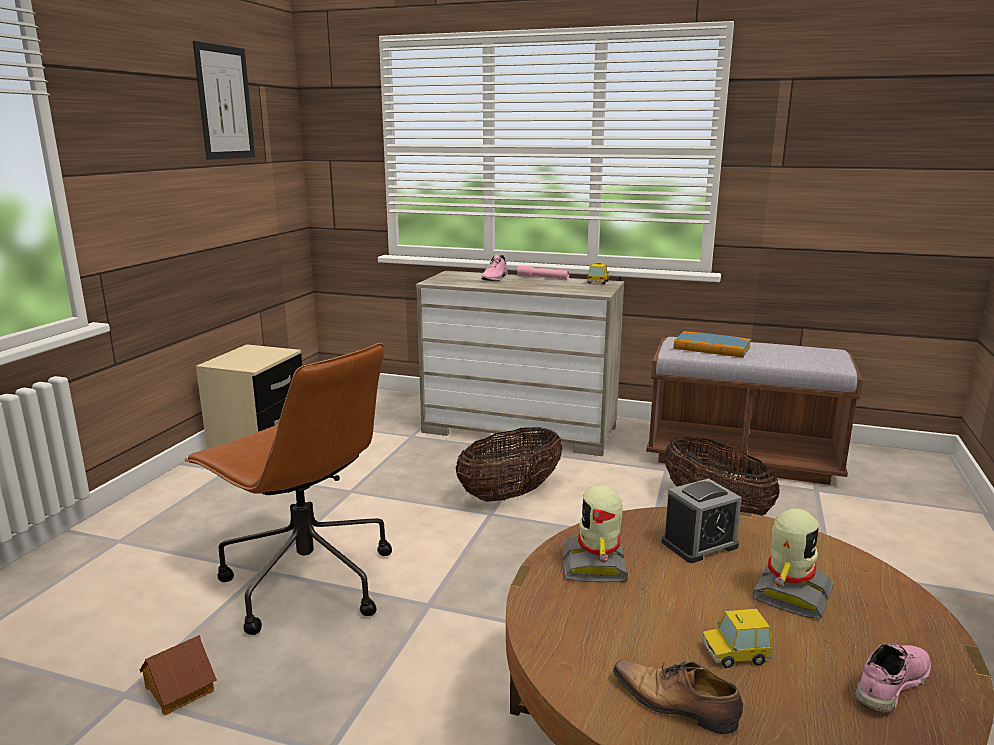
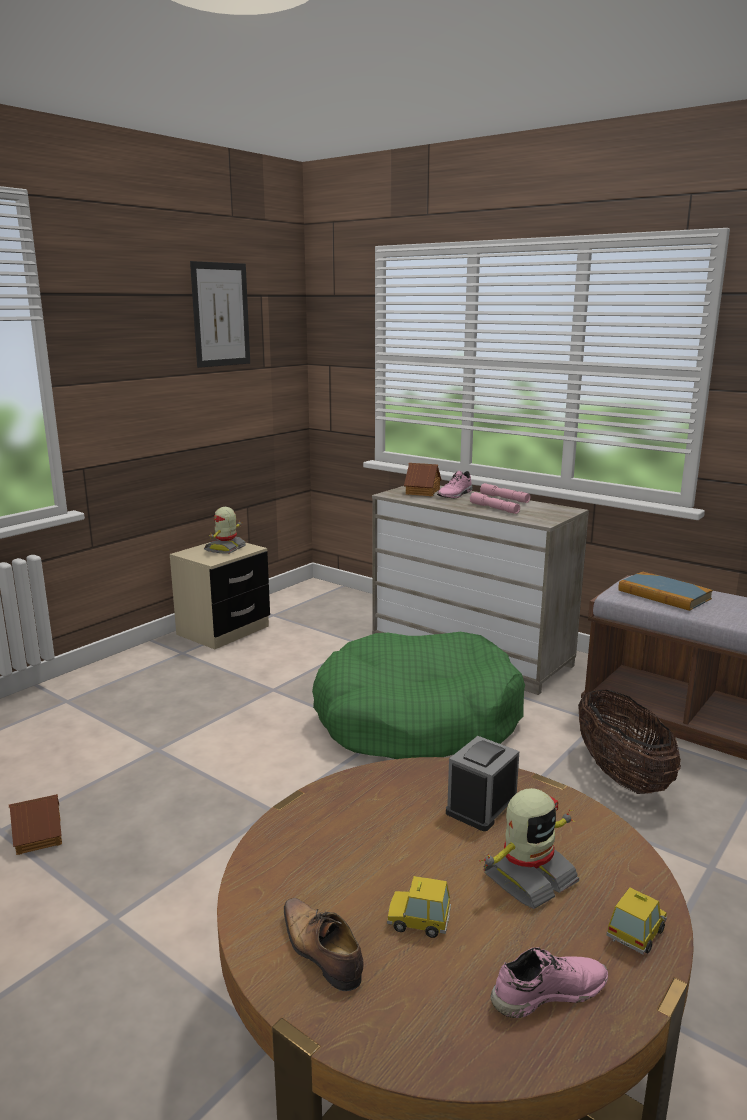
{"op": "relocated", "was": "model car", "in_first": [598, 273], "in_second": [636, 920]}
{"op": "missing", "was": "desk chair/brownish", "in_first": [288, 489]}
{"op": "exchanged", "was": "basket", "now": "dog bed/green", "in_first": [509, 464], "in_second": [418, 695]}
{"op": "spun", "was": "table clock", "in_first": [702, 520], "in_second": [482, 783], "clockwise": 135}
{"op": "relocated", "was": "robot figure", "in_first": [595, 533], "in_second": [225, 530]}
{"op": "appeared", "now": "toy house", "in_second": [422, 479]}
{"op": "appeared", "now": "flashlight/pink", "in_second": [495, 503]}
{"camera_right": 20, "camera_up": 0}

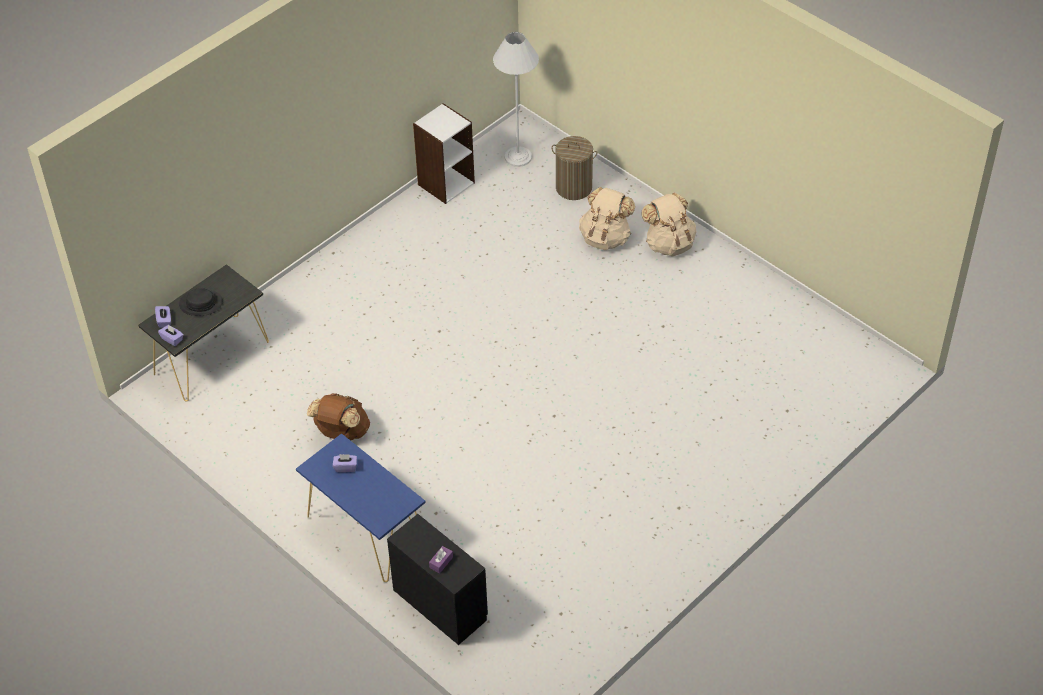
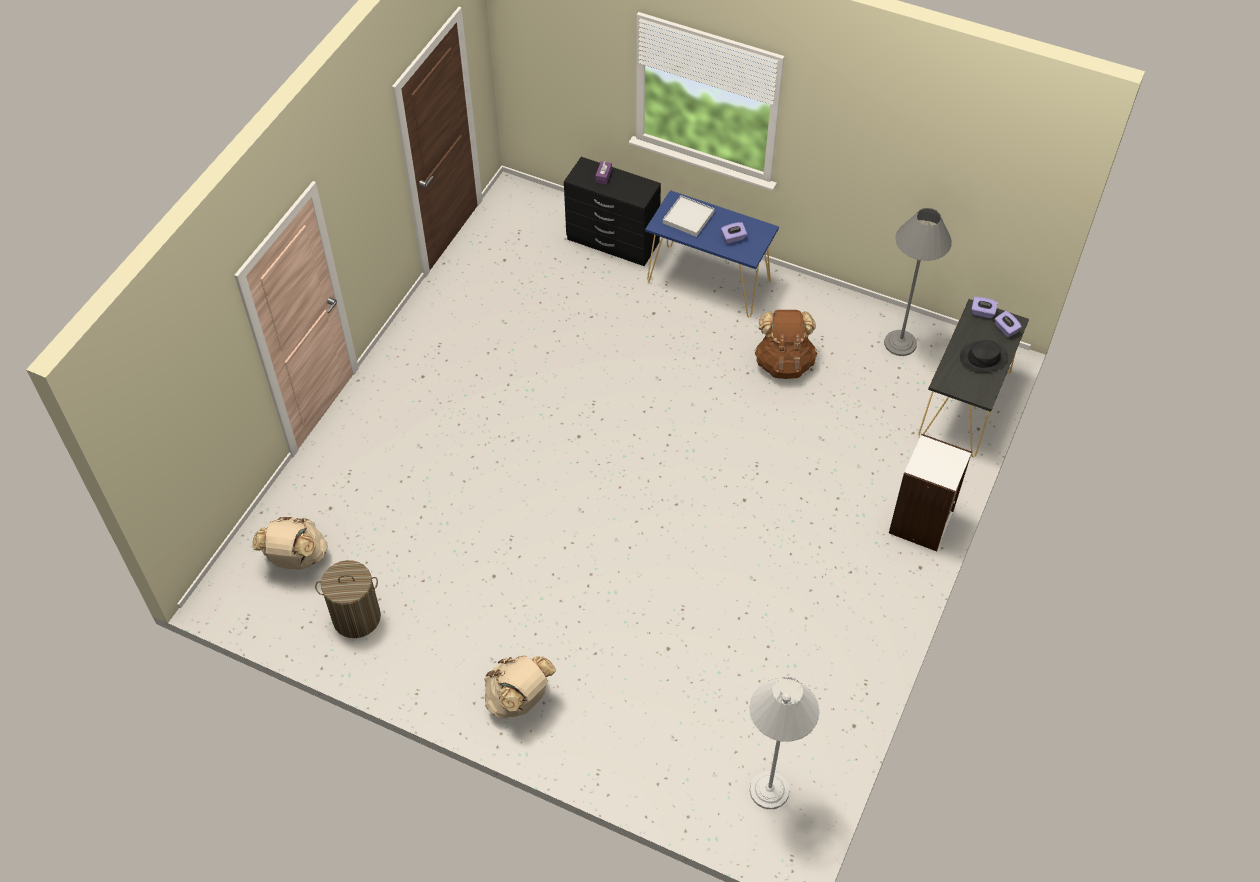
{"op": "relocated", "was": "shelving unit/whitish", "in_first": [444, 153], "in_second": [930, 492]}
{"op": "relocated", "was": "laundry basket", "in_first": [574, 168], "in_second": [348, 599]}
{"op": "relocated", "was": "knapsack/beige", "in_first": [607, 218], "in_second": [289, 543]}
{"op": "appeared", "now": "carrying tray/whitish", "in_second": [689, 216]}
{"op": "appeared", "now": "standing lamp/gray", "in_second": [918, 282]}
{"camera_right": 160, "camera_up": 5}

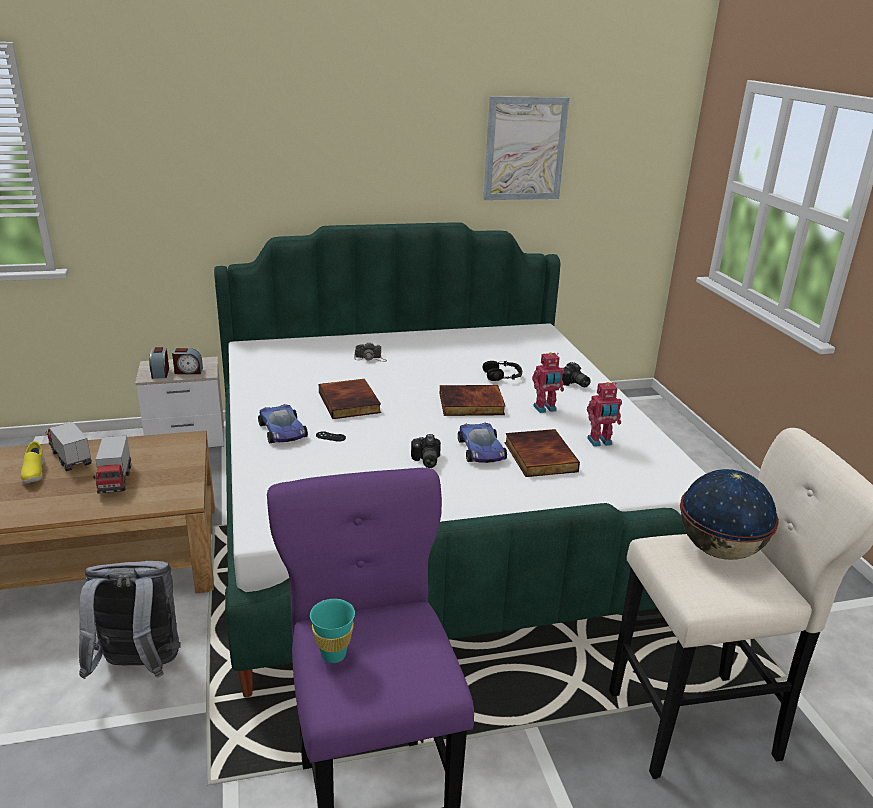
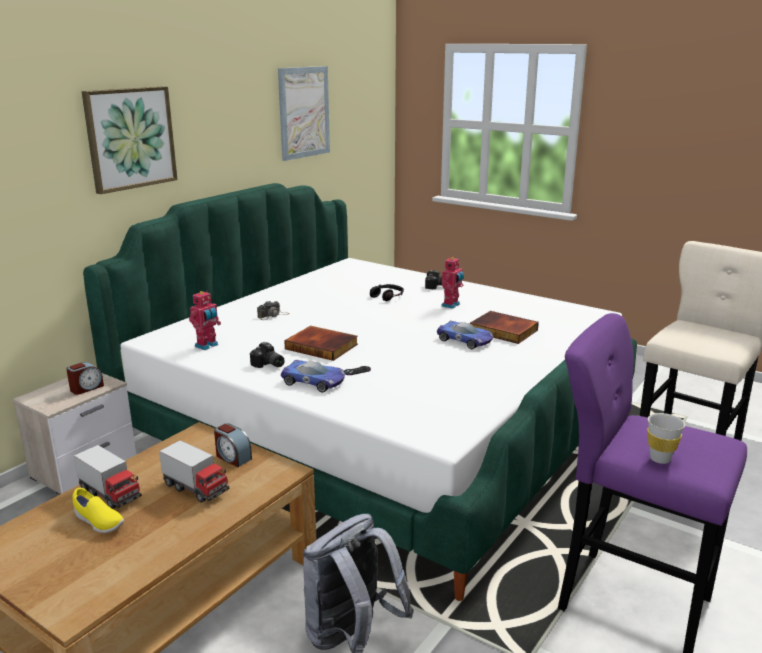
{"op": "relocated", "was": "table clock", "in_first": [159, 363], "in_second": [233, 445]}
{"op": "relocated", "was": "robot figure", "in_first": [604, 414], "in_second": [205, 320]}
{"op": "missing", "was": "volume", "in_first": [473, 400]}
{"op": "spun", "was": "model truck", "in_first": [68, 446], "in_second": [108, 477], "clockwise": -150}
{"op": "relocated", "was": "still camera", "in_first": [426, 451], "in_second": [267, 355]}
{"op": "missing", "was": "desk globe", "in_first": [729, 514]}
{"op": "colour", "was": "cup/turquoise", "now": "cup/whitish", "in_first": [332, 631], "in_second": [666, 438]}
{"op": "appeared", "now": "wall art", "in_second": [130, 140]}
{"camera_right": -40, "camera_up": -5}

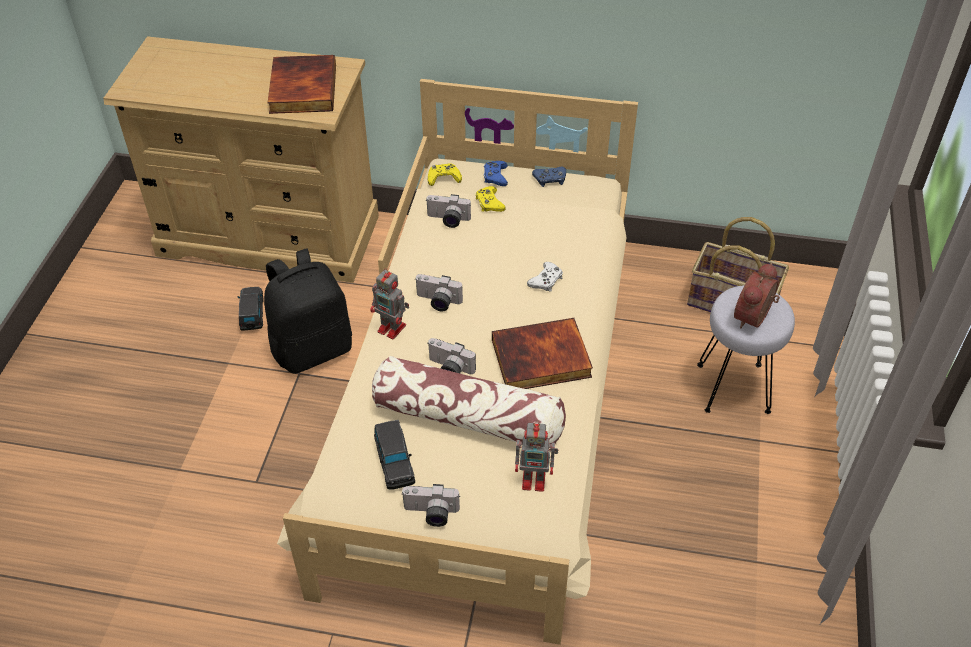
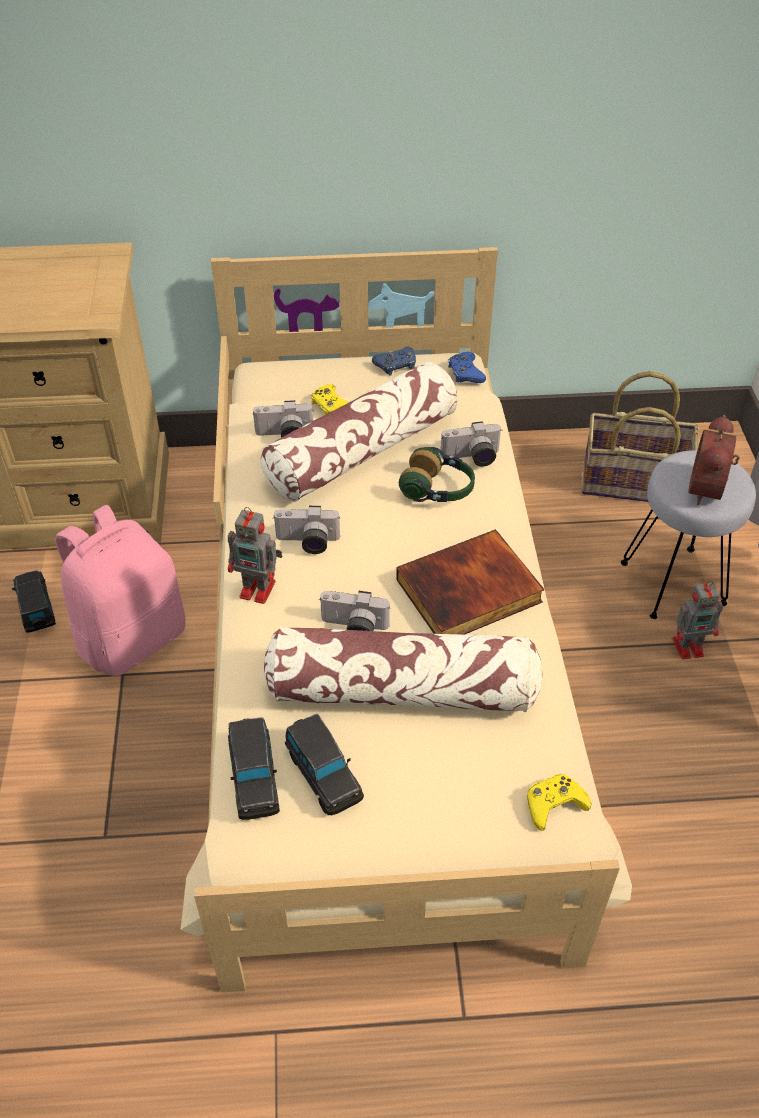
{"op": "missing", "was": "volume", "in_first": [301, 84]}
{"op": "relocated", "was": "joypad/bluish", "in_first": [496, 173], "in_second": [467, 367]}
{"op": "relocated", "was": "joypad/yellow", "in_first": [445, 174], "in_second": [559, 802]}
{"op": "colour", "was": "knapsack/black", "now": "knapsack/pink", "in_first": [308, 311], "in_second": [120, 590]}
{"op": "exchanged", "was": "joypad/whitish", "now": "pair of headphones", "in_first": [545, 276], "in_second": [437, 474]}
{"op": "relocated", "was": "robot figure", "in_first": [536, 457], "in_second": [698, 620]}
{"op": "relocated", "was": "still camera", "in_first": [430, 505], "in_second": [470, 444]}
{"op": "appeared", "now": "cushion", "in_second": [359, 431]}
{"op": "appeared", "now": "model car/black", "in_second": [254, 768]}
{"camera_right": -15, "camera_up": 0}

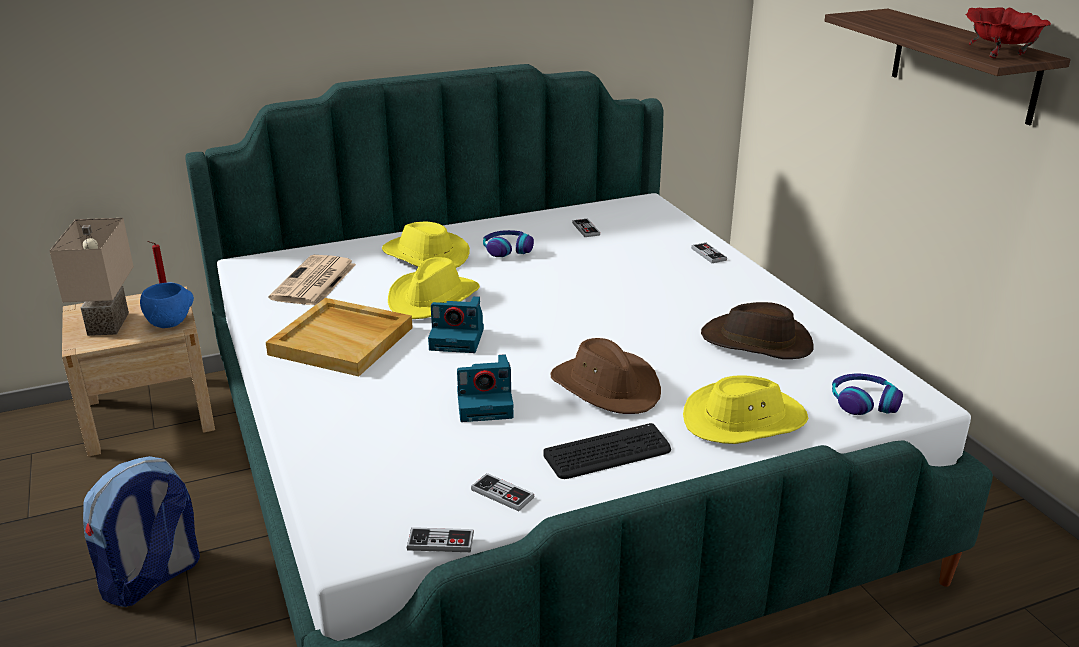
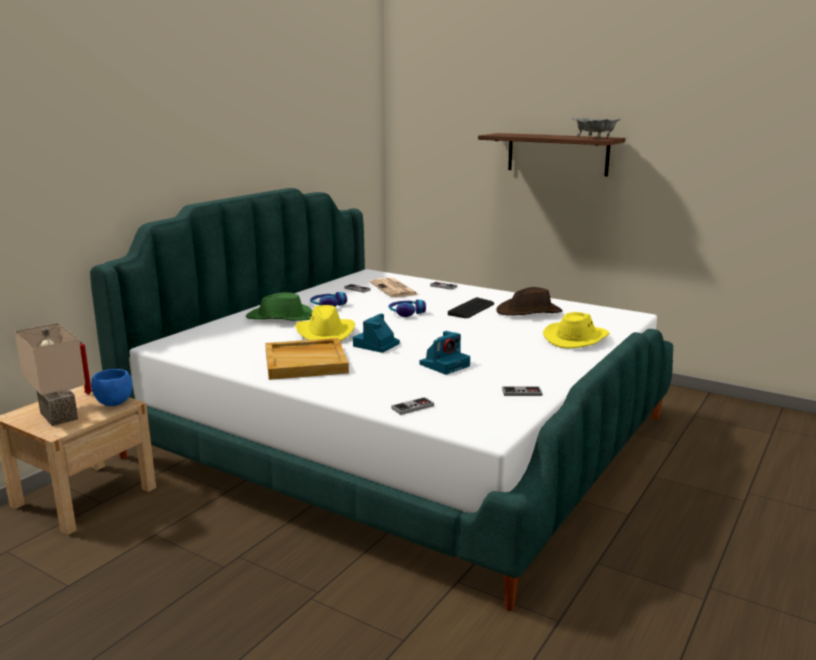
{"op": "colour", "was": "bowl/reddish", "now": "bowl/gray", "in_first": [1008, 32], "in_second": [596, 128]}
{"op": "colour", "was": "wearable hat/yellow", "now": "wearable hat/green", "in_first": [426, 245], "in_second": [279, 306]}
{"op": "relocated", "was": "daily paper", "in_first": [312, 280], "in_second": [394, 287]}
{"op": "spun", "was": "still camera", "in_first": [456, 324], "in_second": [376, 333], "clockwise": 150}
{"op": "missing", "was": "wearable hat/brownish", "in_first": [605, 376]}
{"op": "relocated", "was": "pair of headphones", "in_first": [867, 394], "in_second": [407, 308]}
{"op": "relocated", "was": "PC keyboard", "in_first": [607, 451], "in_second": [471, 307]}
{"op": "missing", "was": "knapsack", "in_first": [141, 531]}
{"op": "relocated", "was": "joypad", "in_first": [440, 539], "in_second": [412, 406]}
{"camera_right": -35, "camera_up": -10}

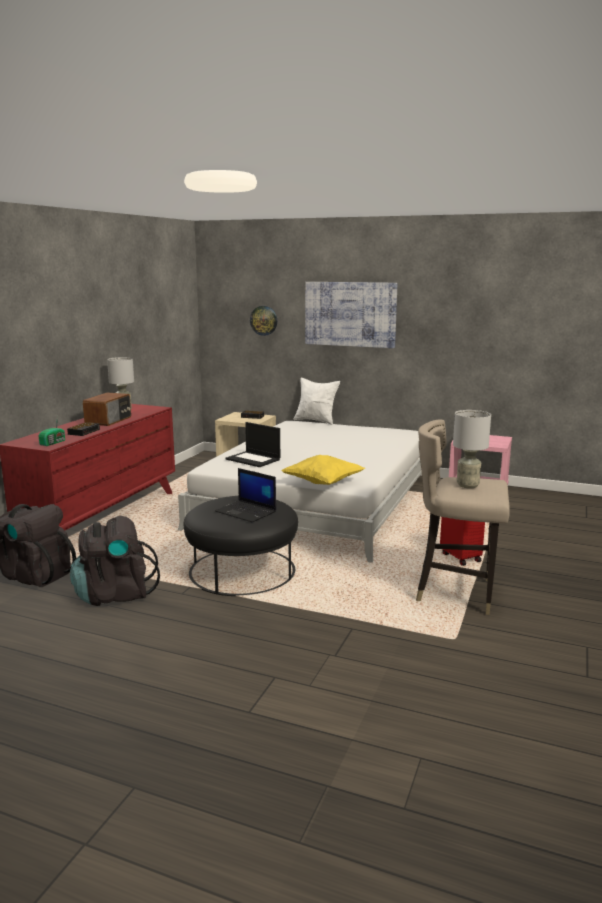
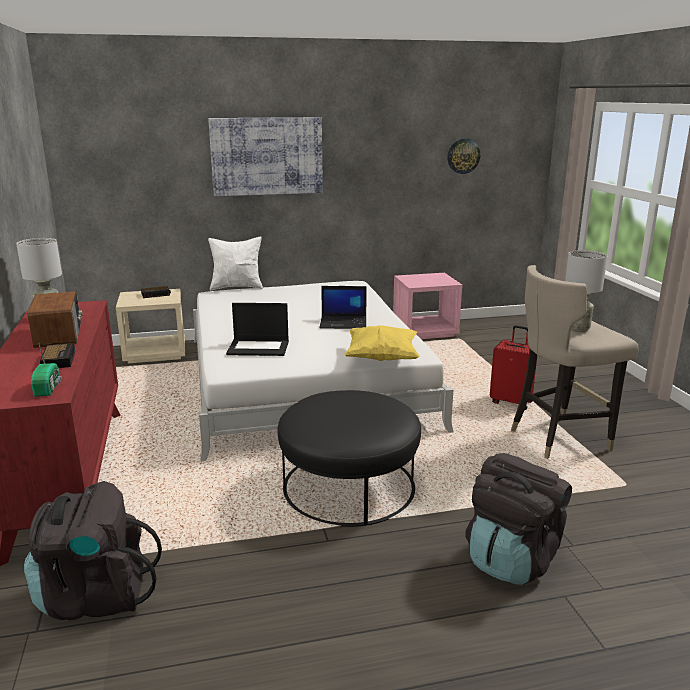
{"op": "relocated", "was": "clock on the wall", "in_first": [263, 321], "in_second": [463, 156]}
{"op": "relocated", "was": "notebook computer", "in_first": [245, 495], "in_second": [343, 307]}
{"op": "relocated", "was": "knapsack/black", "in_first": [115, 561], "in_second": [518, 519]}
{"camera_right": -35, "camera_up": 5}

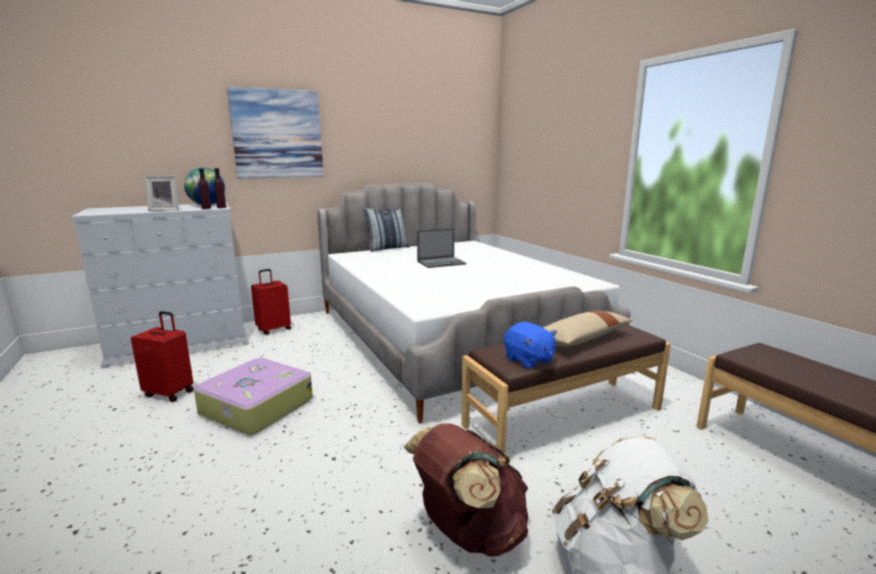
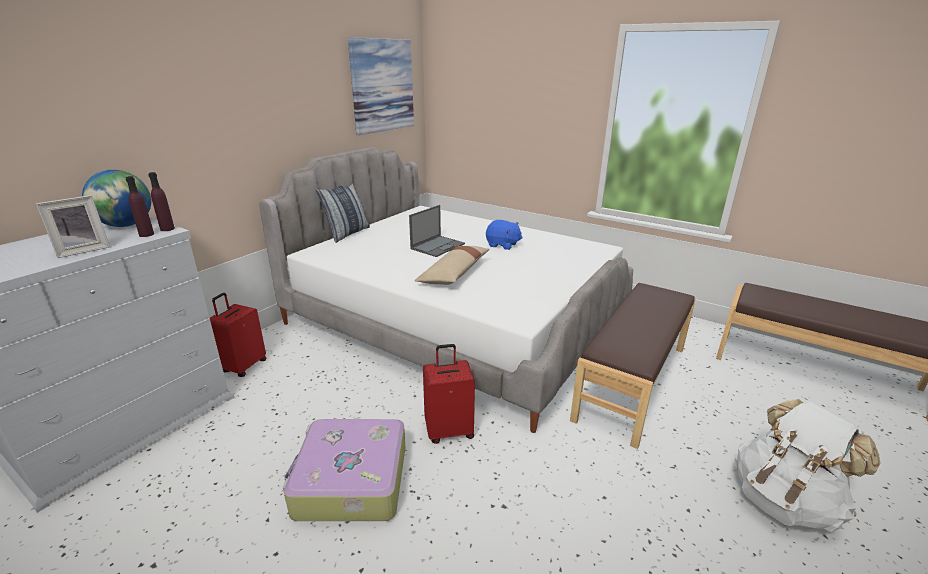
{"op": "relocated", "was": "wall art", "in_first": [275, 132], "in_second": [381, 86]}
{"op": "relocated", "was": "piece of luggage/reddish", "in_first": [162, 356], "in_second": [449, 394]}
{"op": "relocated", "was": "cushion/beige", "in_first": [588, 329], "in_second": [452, 265]}
{"op": "relocated", "was": "plush toy/bluish", "in_first": [530, 345], "in_second": [504, 235]}
{"op": "missing", "was": "knapsack/brownish", "in_first": [465, 490]}
{"camera_right": -30, "camera_up": 10}

